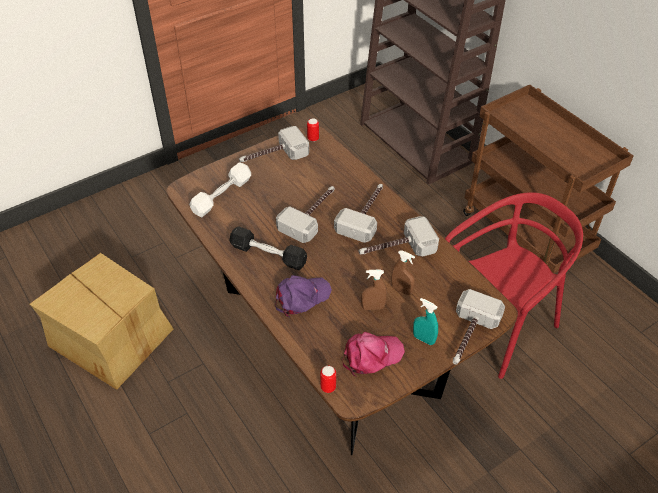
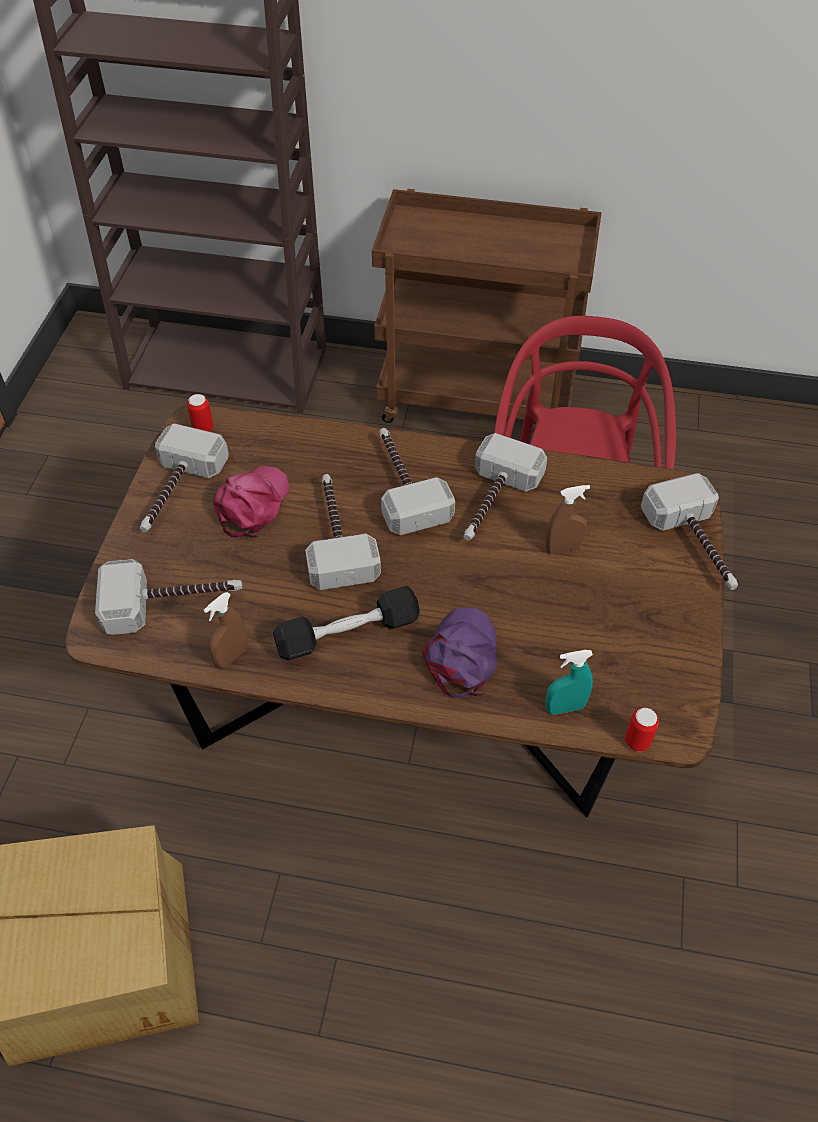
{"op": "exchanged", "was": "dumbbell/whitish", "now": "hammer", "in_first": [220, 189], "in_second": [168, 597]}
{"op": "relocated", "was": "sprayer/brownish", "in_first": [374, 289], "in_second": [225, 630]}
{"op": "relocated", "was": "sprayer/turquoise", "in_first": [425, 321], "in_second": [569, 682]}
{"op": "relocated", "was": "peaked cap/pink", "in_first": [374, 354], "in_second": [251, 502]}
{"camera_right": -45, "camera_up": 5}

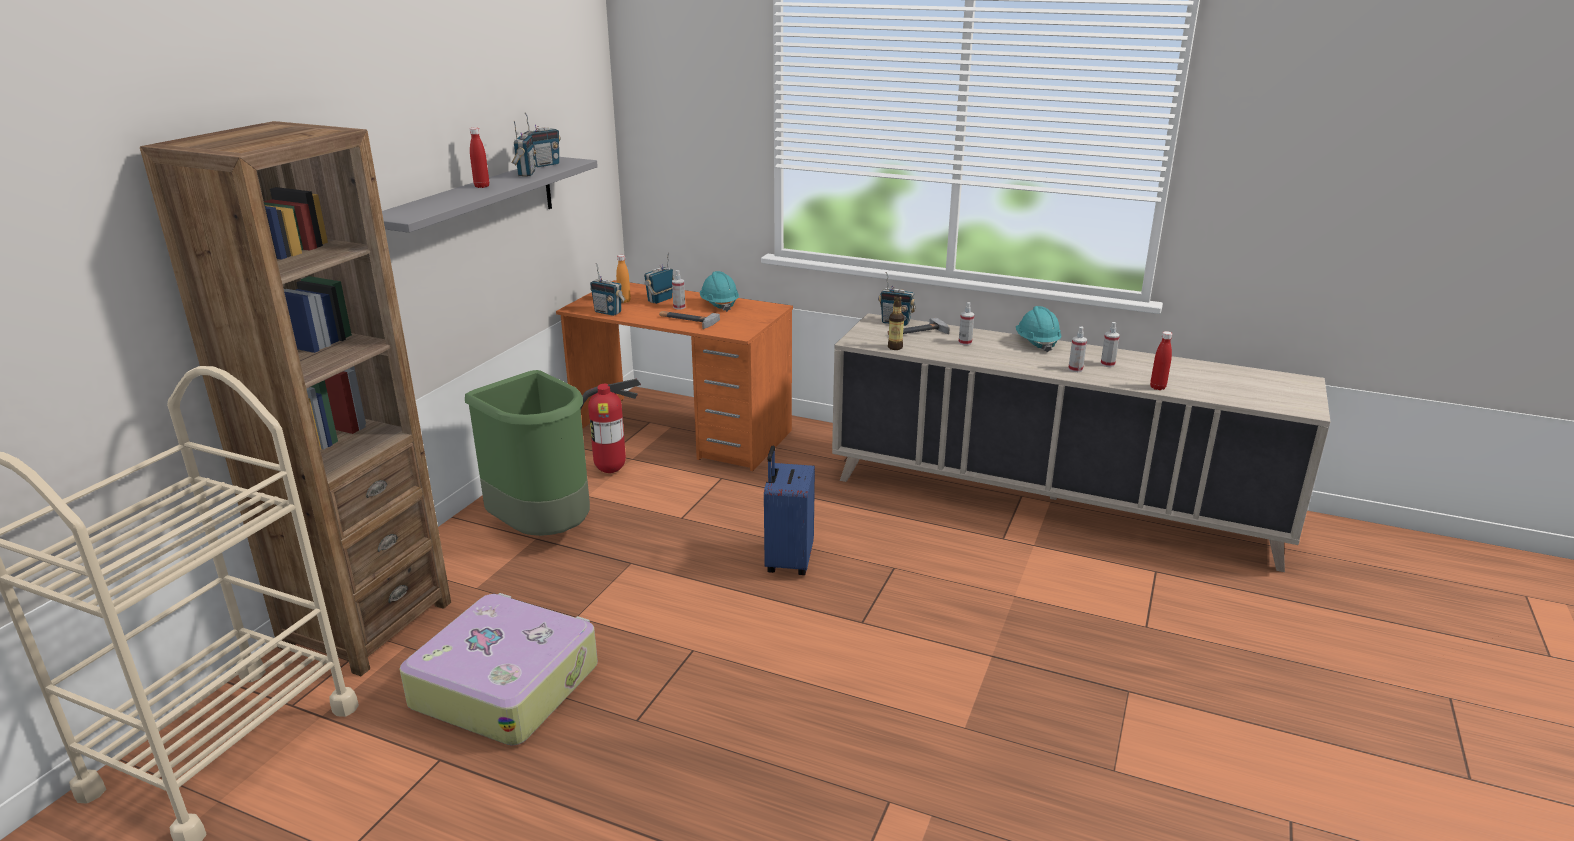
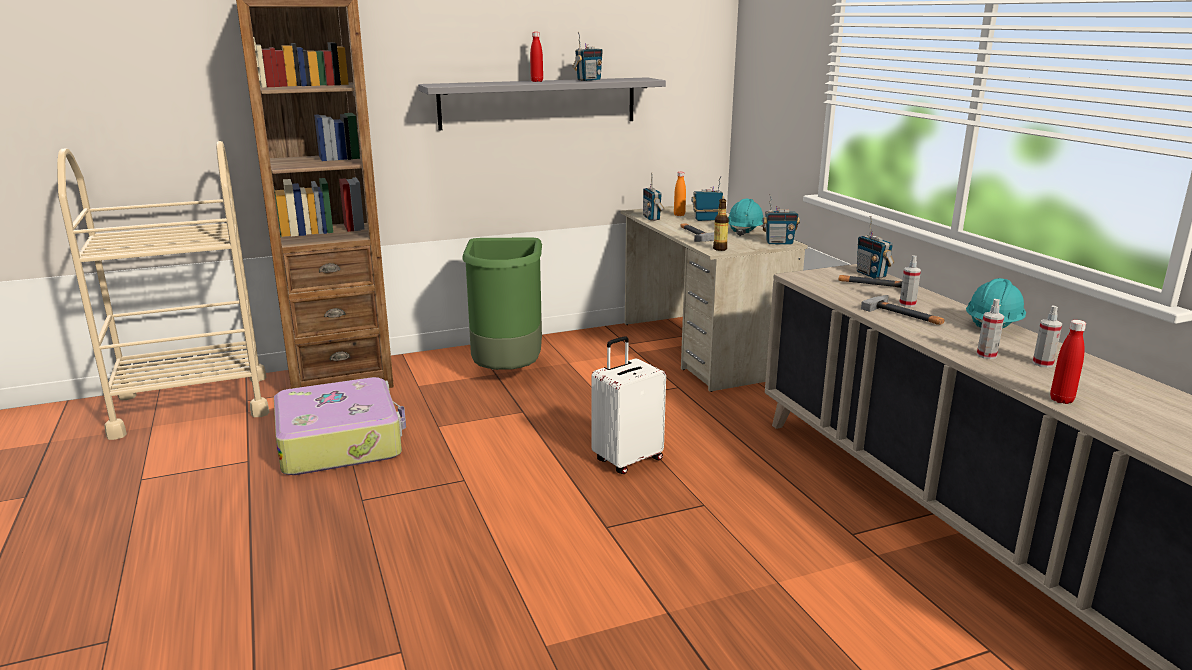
{"op": "relocated", "was": "radio receiver", "in_first": [542, 139], "in_second": [781, 219]}
{"op": "missing", "was": "sprayer", "in_first": [678, 289]}
{"op": "colour", "was": "desk table/orangey", "now": "desk table/beige", "in_first": [674, 375], "in_second": [714, 298]}
{"op": "relocated", "was": "drink bottle", "in_first": [896, 323], "in_second": [721, 225]}
{"op": "missing", "was": "fire extinguisher", "in_first": [610, 426]}
{"op": "colour", "was": "piece of luggage/bluish", "now": "piece of luggage/whitish", "in_first": [789, 510], "in_second": [628, 405]}
{"op": "appeared", "now": "hammer", "in_second": [903, 310]}
{"camera_right": 45, "camera_up": -5}

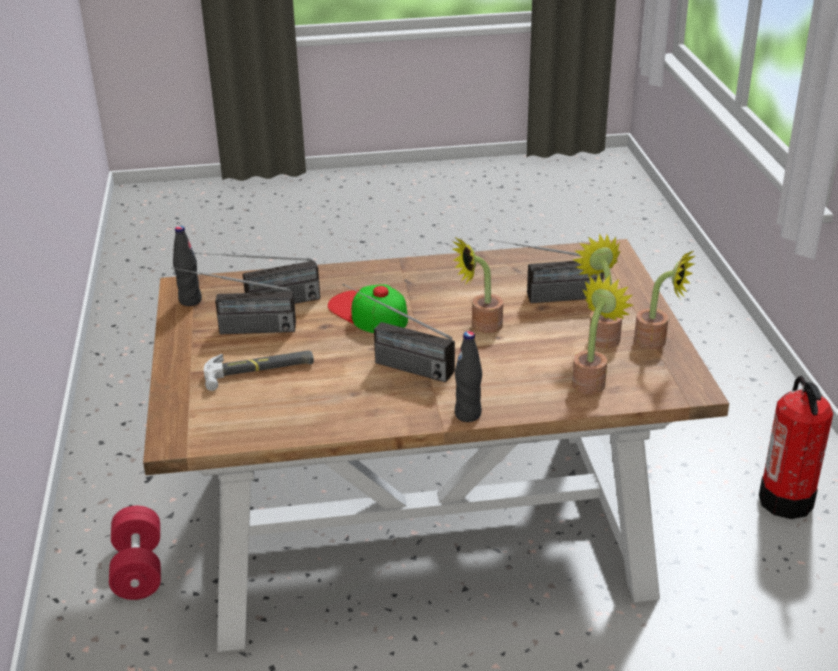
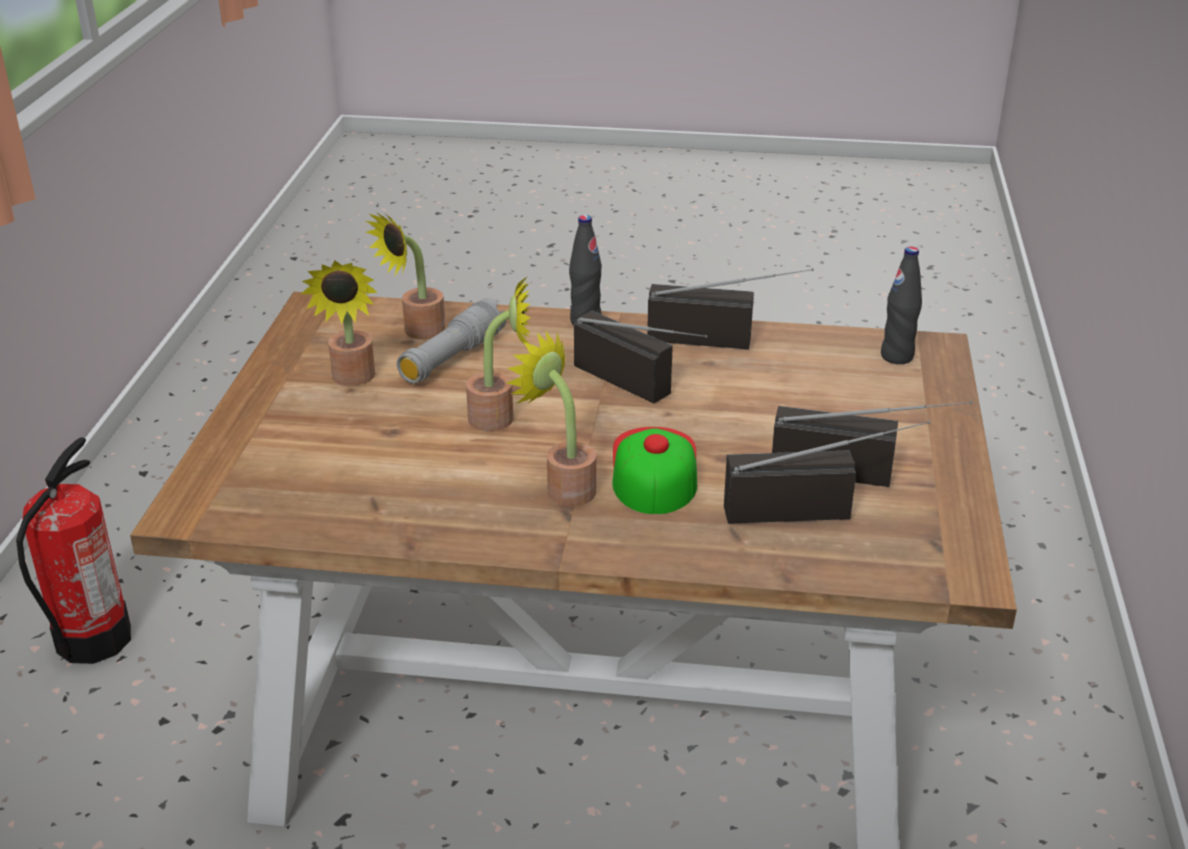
{"op": "relocated", "was": "drink bottle/black", "in_first": [187, 266], "in_second": [901, 305]}
{"op": "relocated", "was": "radio receiver", "in_first": [546, 271], "in_second": [730, 308]}
{"op": "relocated", "was": "potted plant", "in_first": [664, 300], "in_second": [551, 418]}
{"op": "spun", "was": "peaked cap", "in_first": [368, 308], "in_second": [654, 470], "clockwise": -150}
{"op": "missing", "was": "hammer", "in_first": [259, 370]}
{"op": "missing", "was": "dumbbell/reddish", "in_first": [135, 552]}
{"op": "appeared", "now": "flashlight/gray", "in_second": [452, 341]}
{"camera_right": -165, "camera_up": 0}

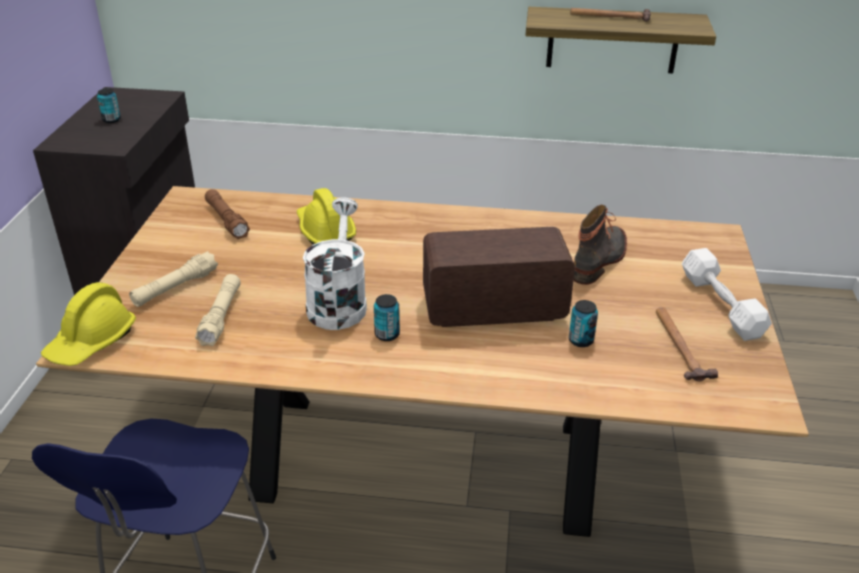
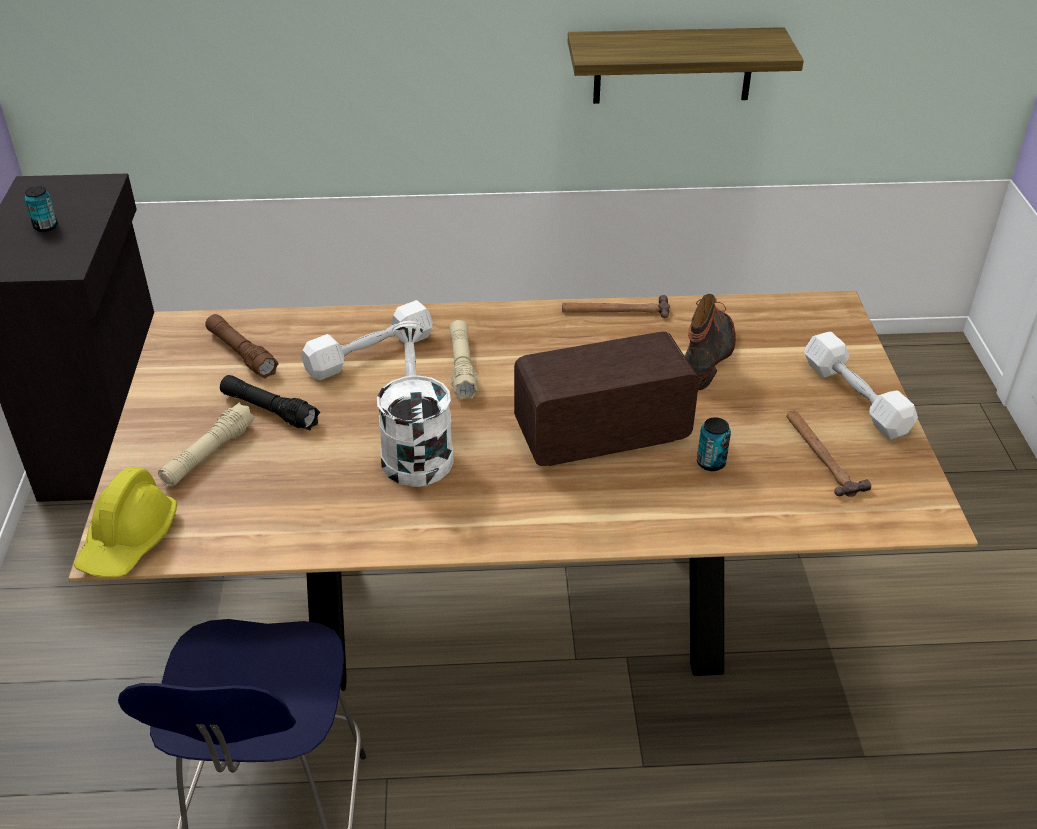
{"op": "relocated", "was": "hammer", "in_first": [610, 15], "in_second": [616, 306]}
{"op": "exchanged", "was": "safety helmet/yellow", "now": "dumbbell/whitish", "in_first": [326, 216], "in_second": [367, 340]}
{"op": "relocated", "was": "flashlight/beige", "in_first": [217, 310], "in_second": [463, 360]}
{"op": "missing", "was": "can", "in_first": [387, 317]}
{"op": "appeared", "now": "flashlight/black", "in_second": [270, 402]}
{"camera_right": -10, "camera_up": 5}

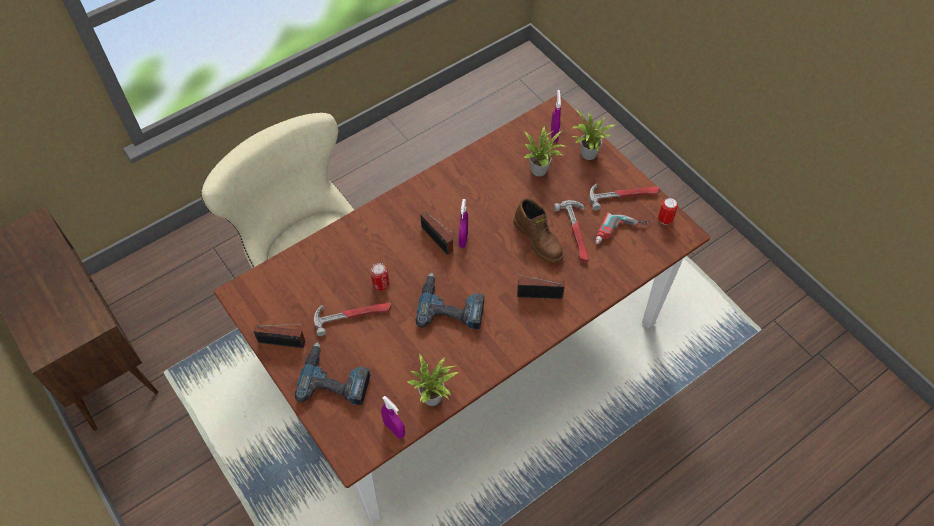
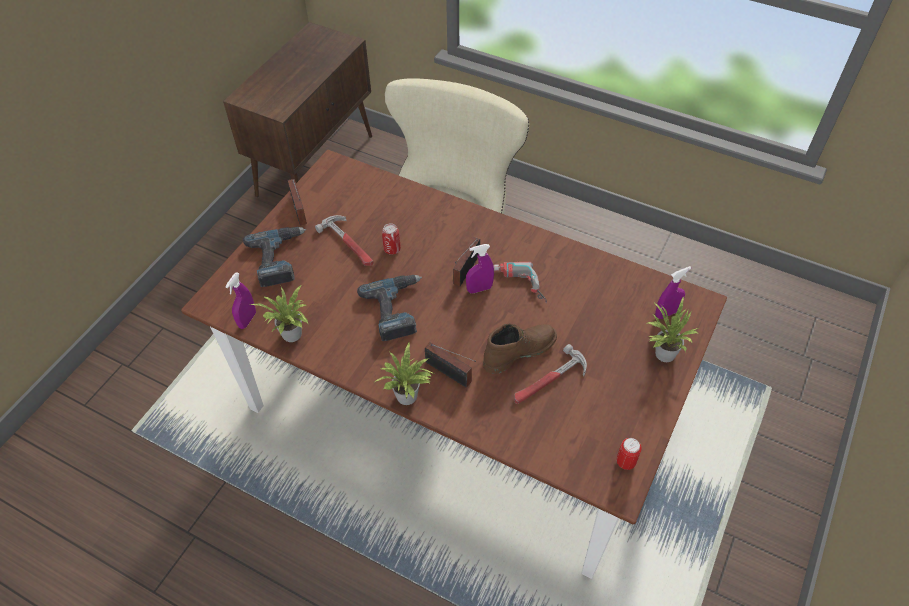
{"op": "relocated", "was": "potted plant", "in_first": [544, 150], "in_second": [404, 374]}
{"op": "missing", "was": "hammer", "in_first": [624, 196]}
{"op": "spun", "was": "boot/brownish", "in_first": [538, 230], "in_second": [520, 349], "clockwise": -150}
{"op": "relocated", "was": "power drill", "in_first": [623, 228], "in_second": [520, 282]}
{"op": "spun", "was": "radio receiver", "in_first": [539, 286], "in_second": [450, 365], "clockwise": 150}
{"camera_right": 65, "camera_up": -5}

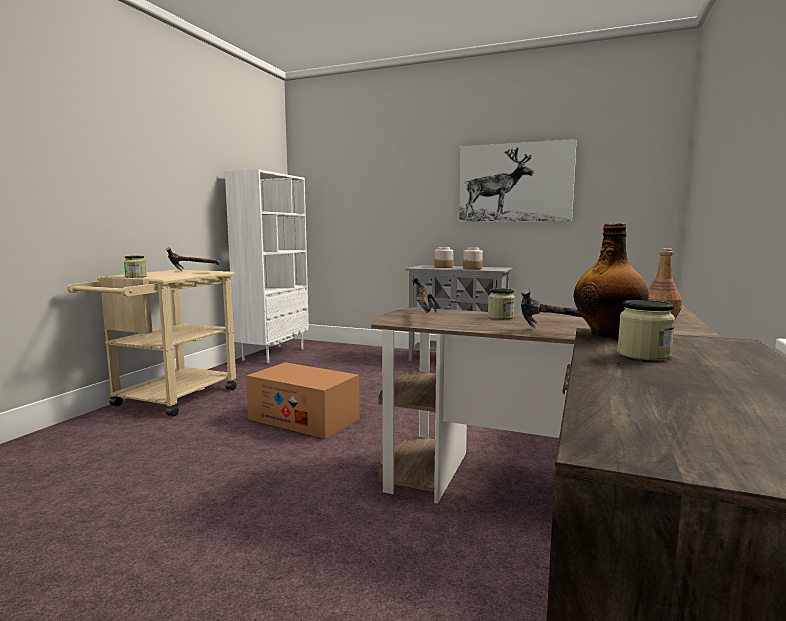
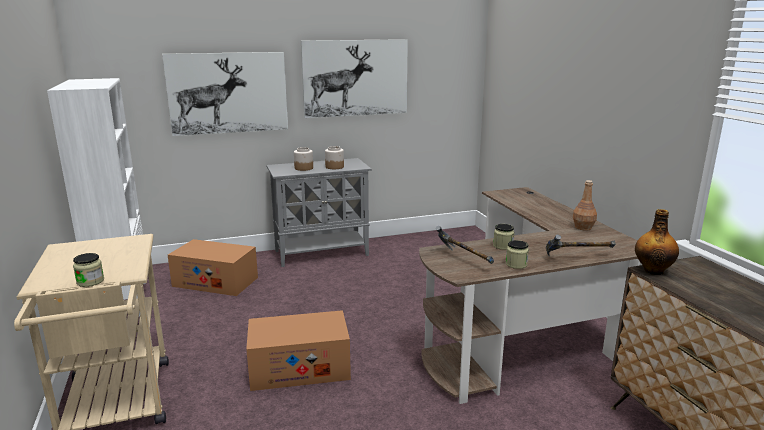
{"op": "missing", "was": "hammer", "in_first": [193, 259]}
{"op": "relocated", "was": "preserve jar", "in_first": [646, 330], "in_second": [517, 254]}
{"op": "appeared", "now": "wall art", "in_second": [225, 94]}
{"op": "appeared", "now": "carton", "in_second": [213, 267]}
{"camera_right": -40, "camera_up": 10}

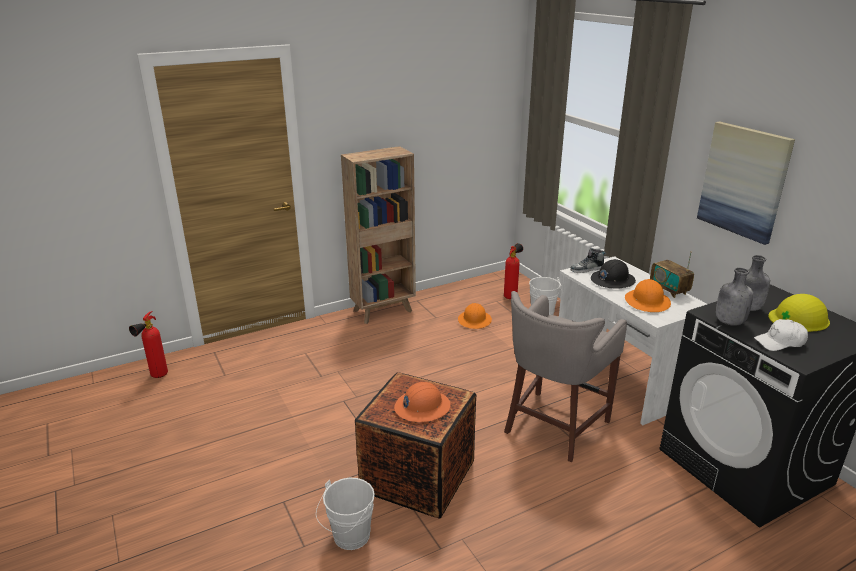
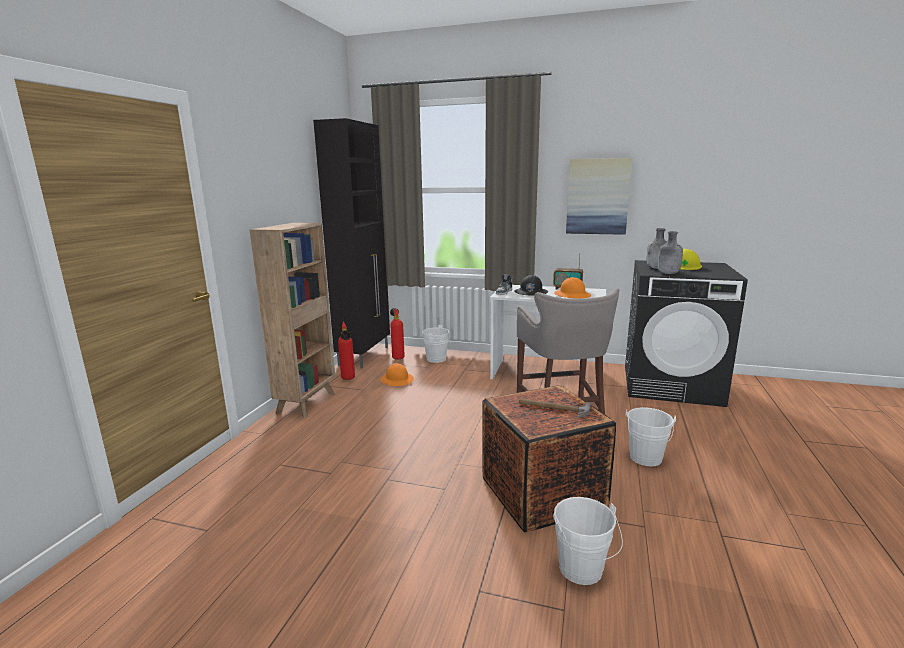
{"op": "relocated", "was": "fire extinguisher", "in_first": [148, 344], "in_second": [346, 351]}
{"op": "missing", "was": "peaked cap/whitish", "in_first": [781, 335]}
{"op": "exchanged", "was": "safety helmet/orangey", "now": "hammer", "in_first": [422, 402], "in_second": [555, 408]}
{"op": "appeared", "now": "storage cabinet/black", "in_second": [351, 243]}
{"op": "appeared", "now": "bucket/whitish", "in_second": [651, 437]}
{"camera_right": -45, "camera_up": -10}

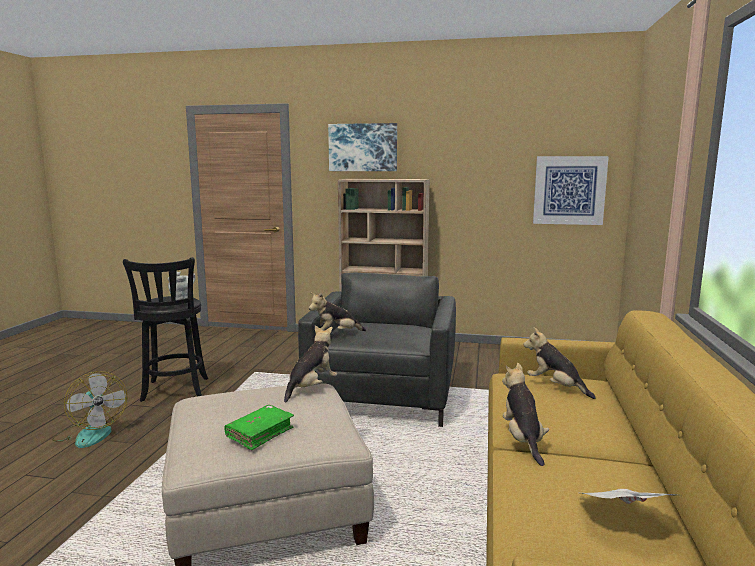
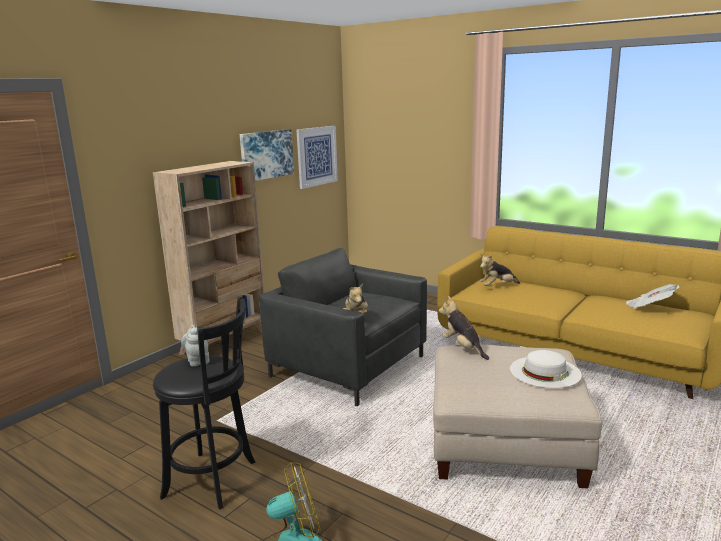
{"op": "relocated", "was": "wall art", "in_first": [362, 147], "in_second": [267, 155]}
{"op": "missing", "was": "plush toy", "in_first": [525, 414]}
{"op": "exchanged", "was": "volume/green", "now": "wearable hat/whitish", "in_first": [259, 427], "in_second": [546, 369]}
{"camera_right": -65, "camera_up": 5}

